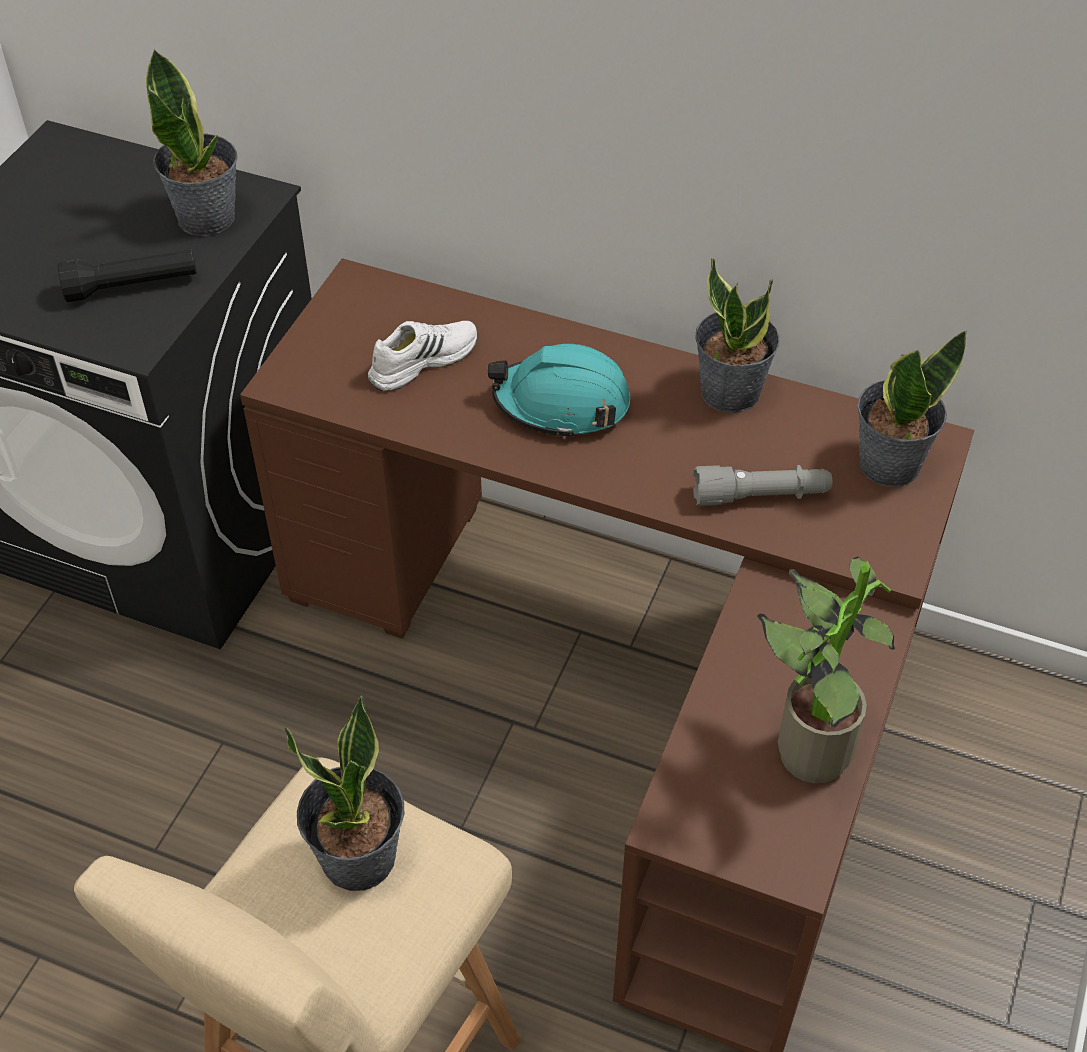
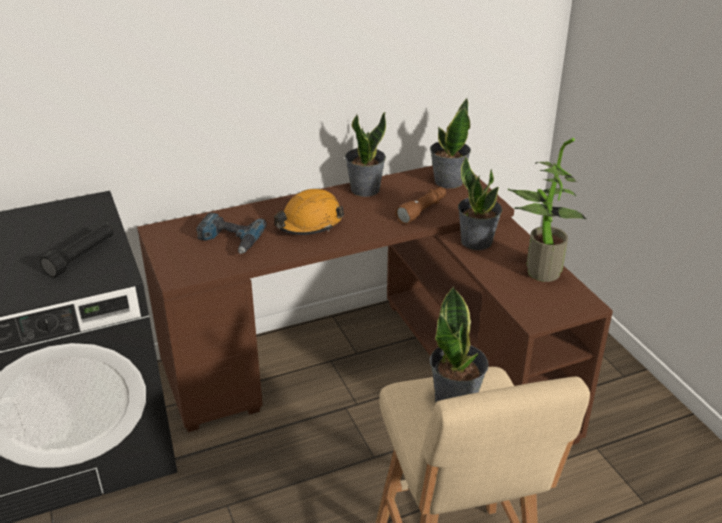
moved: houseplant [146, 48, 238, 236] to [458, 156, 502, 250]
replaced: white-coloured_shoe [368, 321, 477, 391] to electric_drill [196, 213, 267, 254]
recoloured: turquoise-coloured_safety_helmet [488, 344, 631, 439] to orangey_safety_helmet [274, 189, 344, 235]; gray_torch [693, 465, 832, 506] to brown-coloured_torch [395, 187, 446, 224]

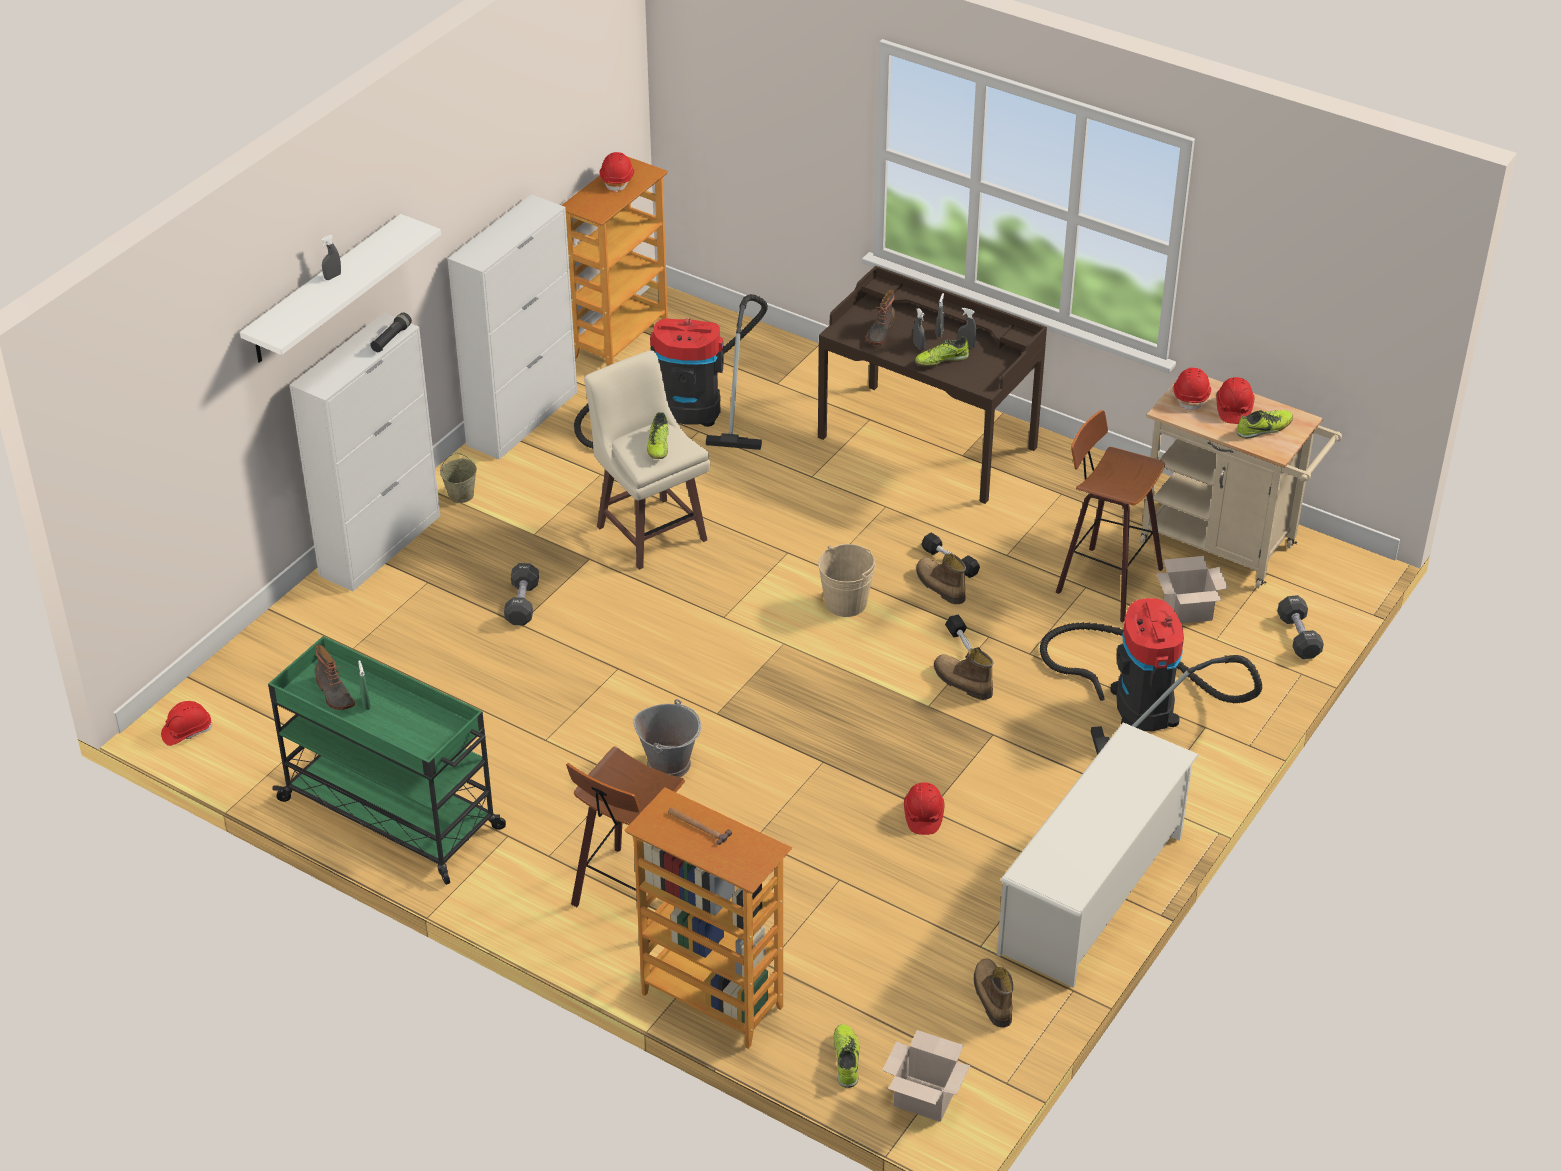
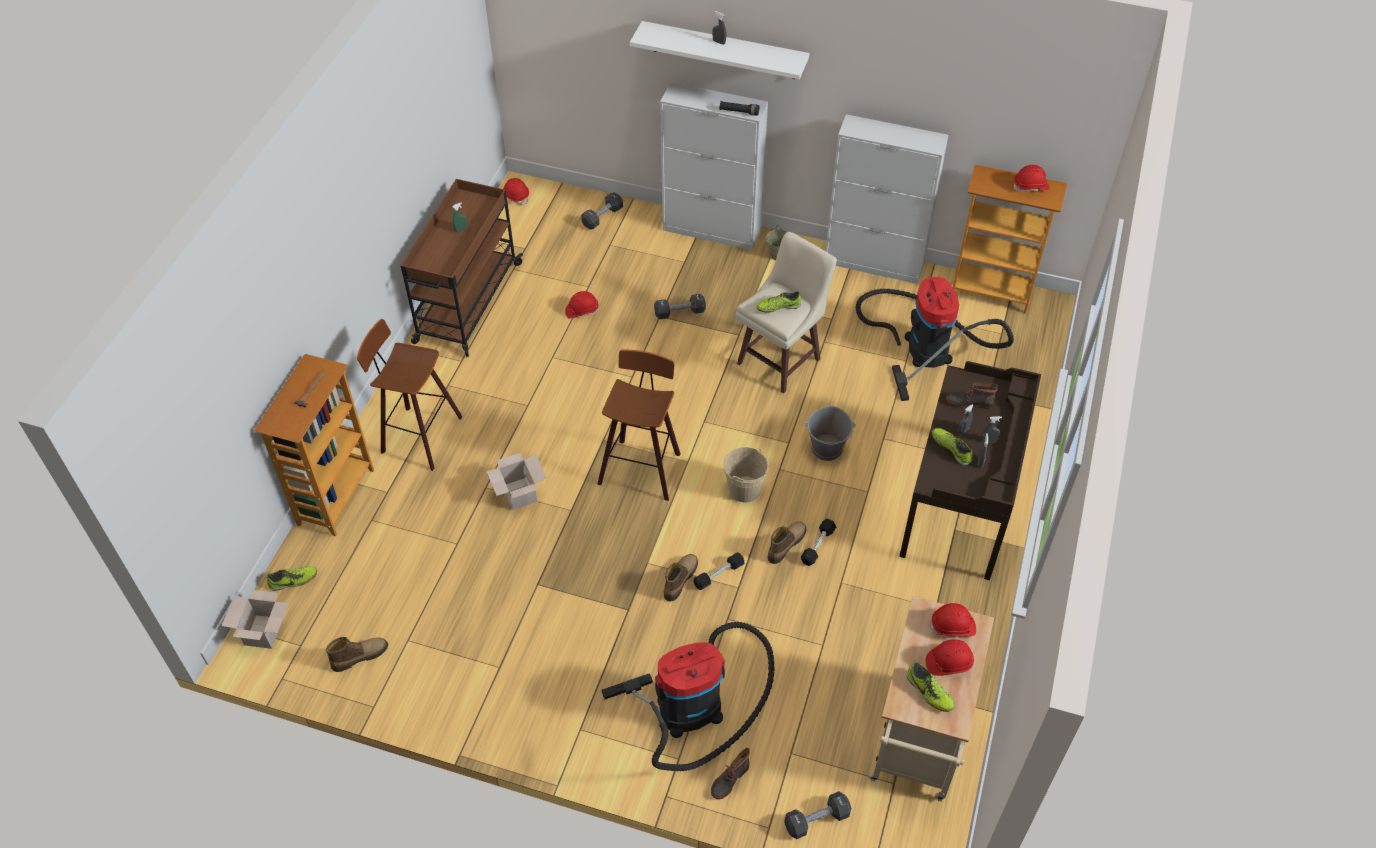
removed: white-coloured_shoe_rack [997, 722, 1199, 988]
added: blackish_free_weight [581, 192, 623, 230]
moved: boot [315, 644, 355, 710] to [711, 748, 750, 800]; gray_pail [634, 699, 701, 777] to [805, 406, 856, 461]; red-coloured_safety_helmet [904, 782, 944, 835] to [565, 291, 599, 319]; stool [1055, 410, 1165, 622] to [597, 349, 681, 501]; packing_box [1157, 556, 1228, 624] to [486, 453, 546, 510]
recoloured: green-coloured_cart [268, 636, 506, 885] to brown-coloured_cart [401, 179, 523, 357]

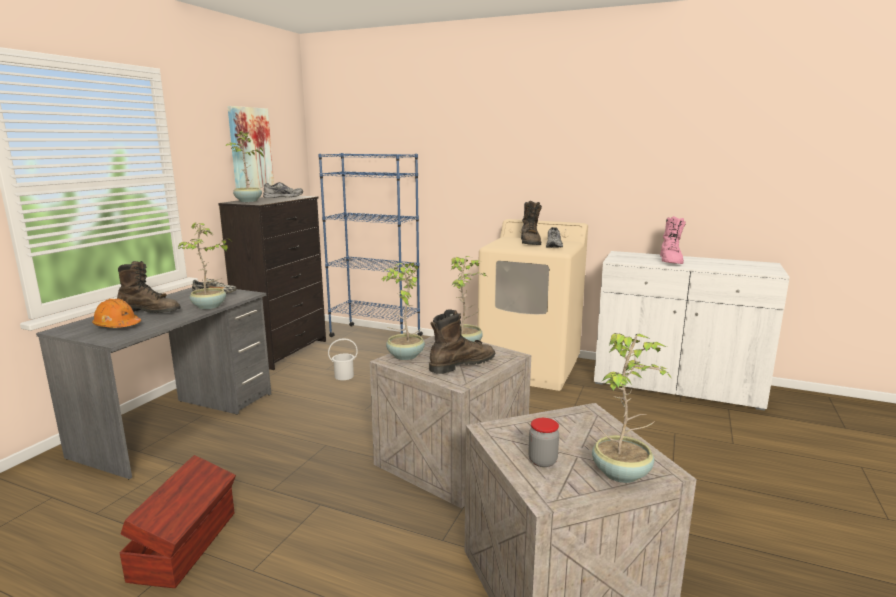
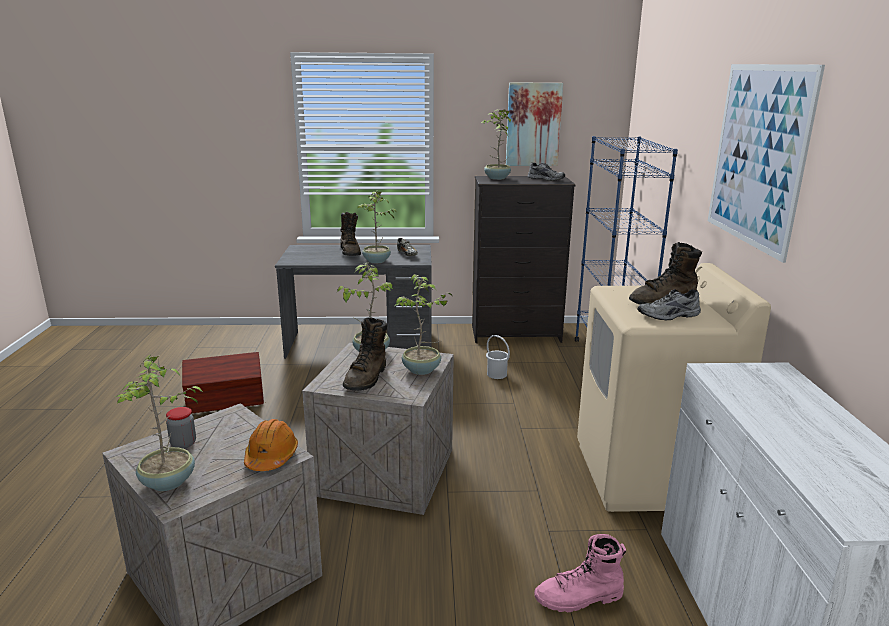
added: wall_art [708, 64, 825, 263]
moved: orangey_safety_helmet [92, 299, 141, 328] to [244, 419, 298, 471]; pink-coloured_boot [660, 216, 686, 264] to [534, 534, 626, 612]
turned: brown-coloured_boot [429, 309, 495, 374] = [343, 317, 387, 391] 75 degrees clockwise

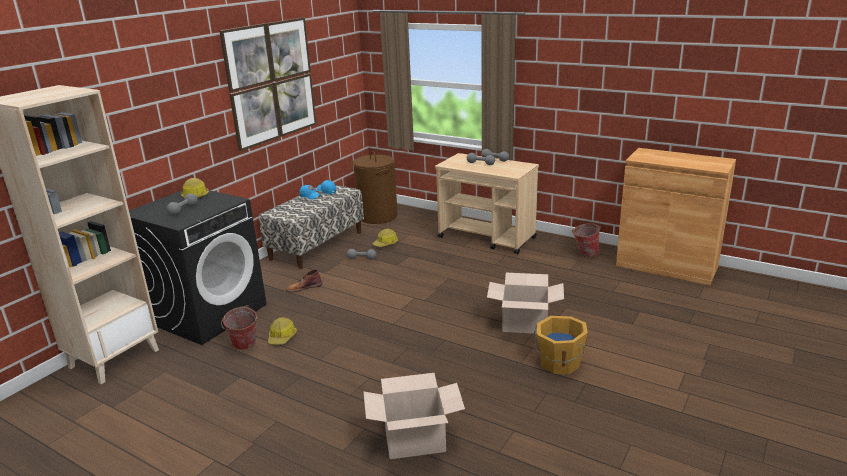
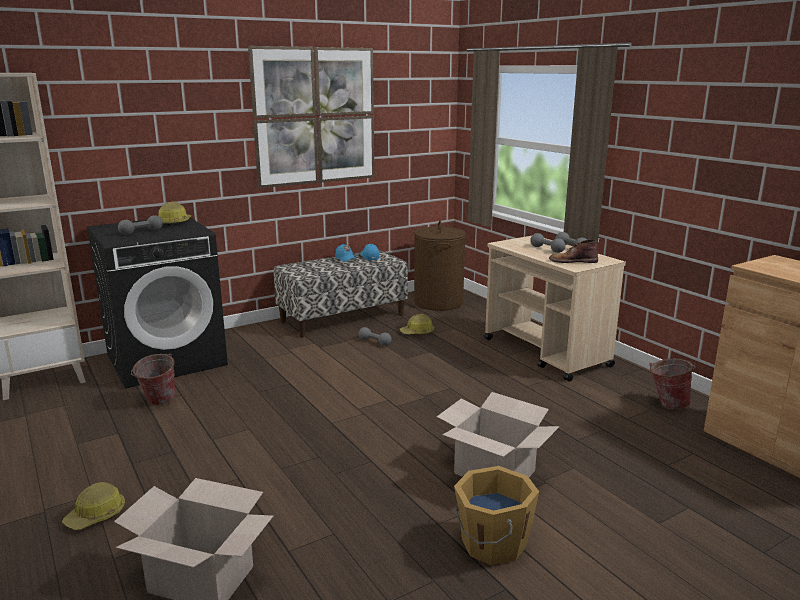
moved: safety_helmet [268, 317, 297, 345] to [62, 482, 125, 530]; brown-coloured_boot [286, 269, 322, 292] to [549, 239, 598, 263]

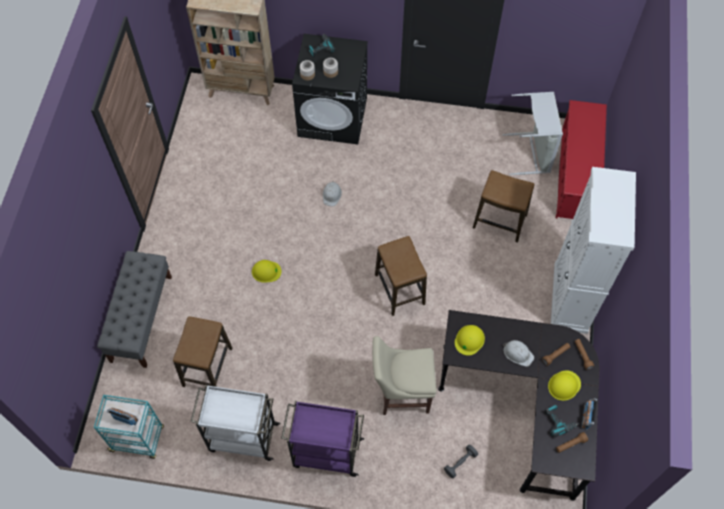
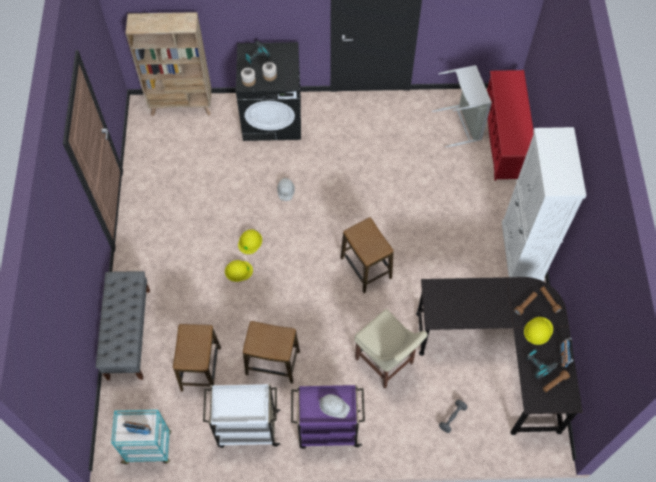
moved: yellowish_safety_helmet [455, 325, 485, 355] to [238, 229, 262, 254]; stool [473, 170, 535, 243] to [243, 321, 300, 384]; white-coloured_safety_helmet [503, 340, 534, 367] to [318, 394, 350, 418]
turned: sand-coloured_plain_chair [372, 336, 437, 415] = [354, 309, 428, 388] 120 degrees counterclockwise

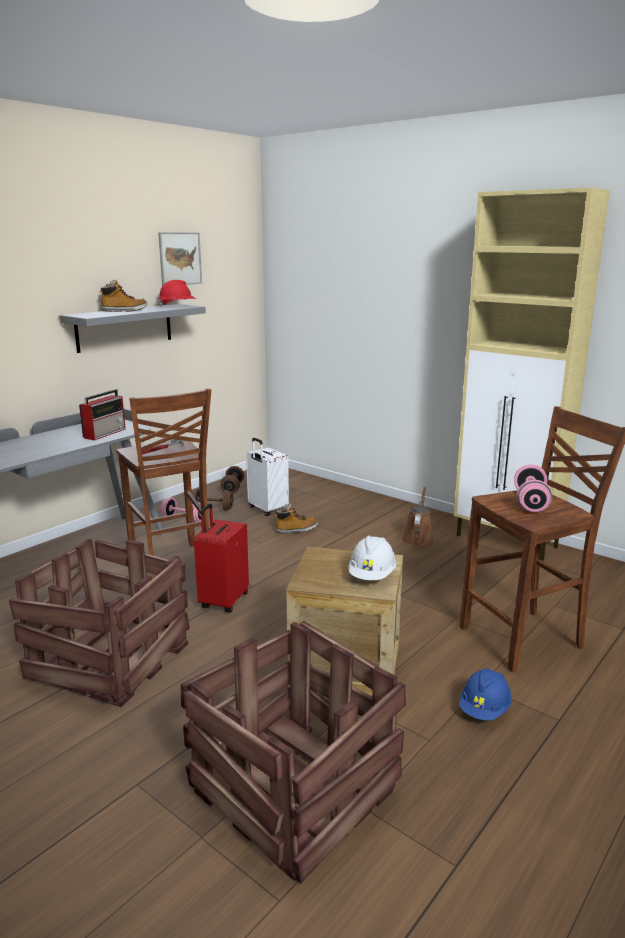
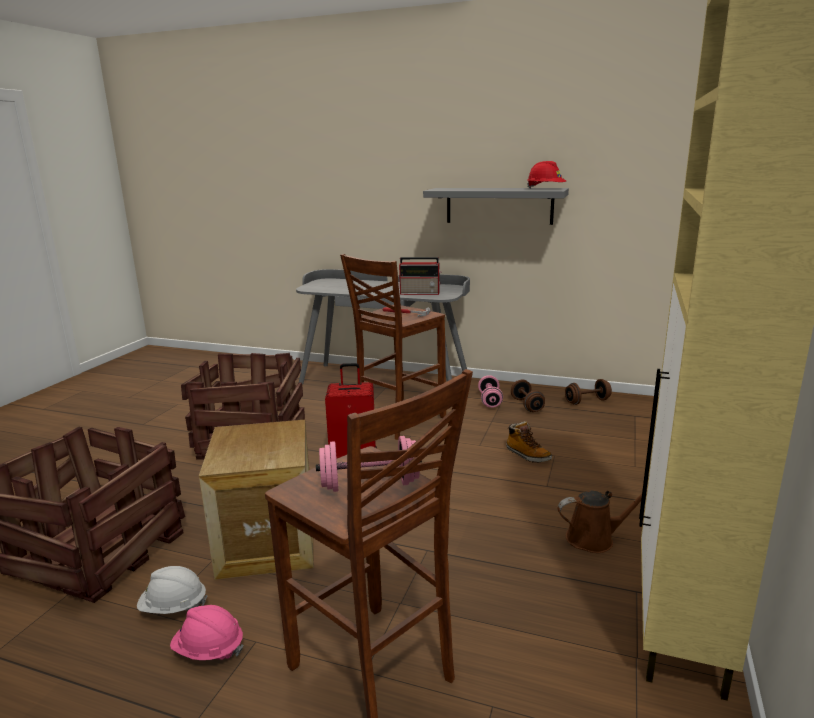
removed: boot [100, 279, 147, 312]; wall_art [158, 232, 202, 286]; white-coloured_suitcase [246, 438, 289, 516]
moved: white-coloured_safety_helmet [349, 536, 397, 580] to [137, 566, 208, 614]
recoloured: bluish_safety_helmet [459, 668, 512, 721] to pink-coloured_safety_helmet [170, 605, 244, 660]

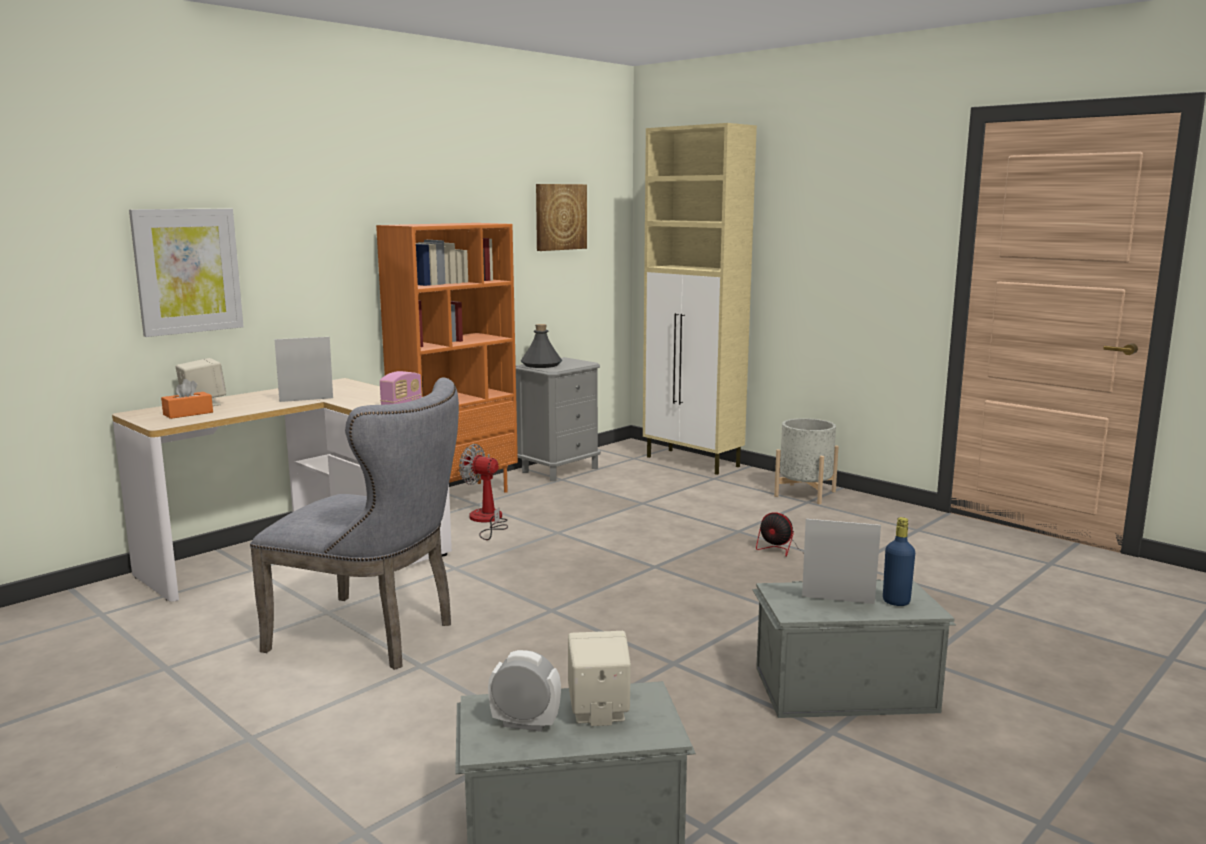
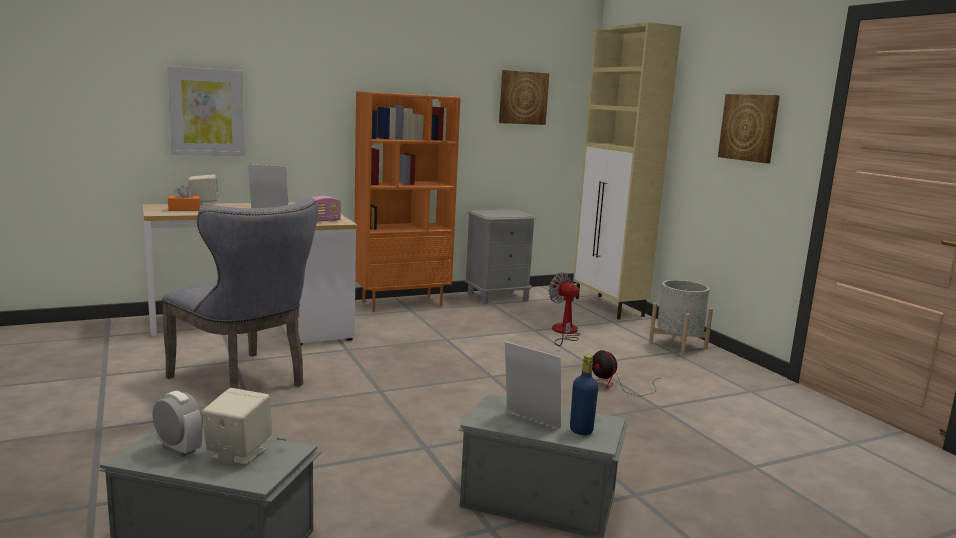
removed: gray_drink_bottle [521, 324, 562, 368]
added: wall_art [718, 94, 780, 163]
moved: electric_fan [459, 444, 508, 540] to [548, 272, 580, 346]

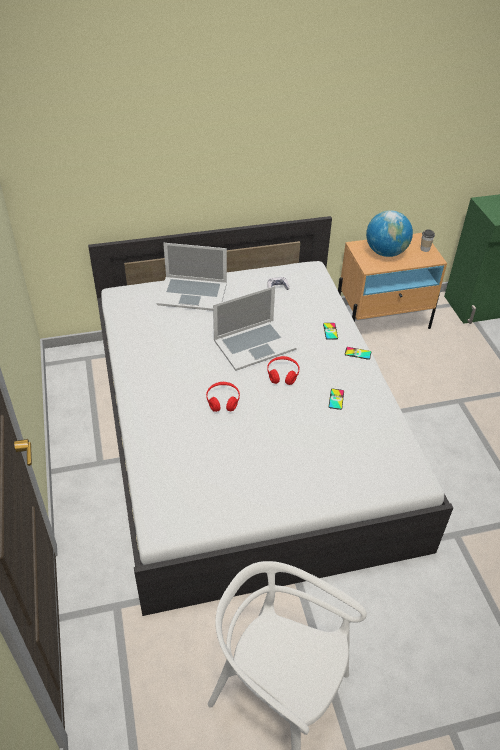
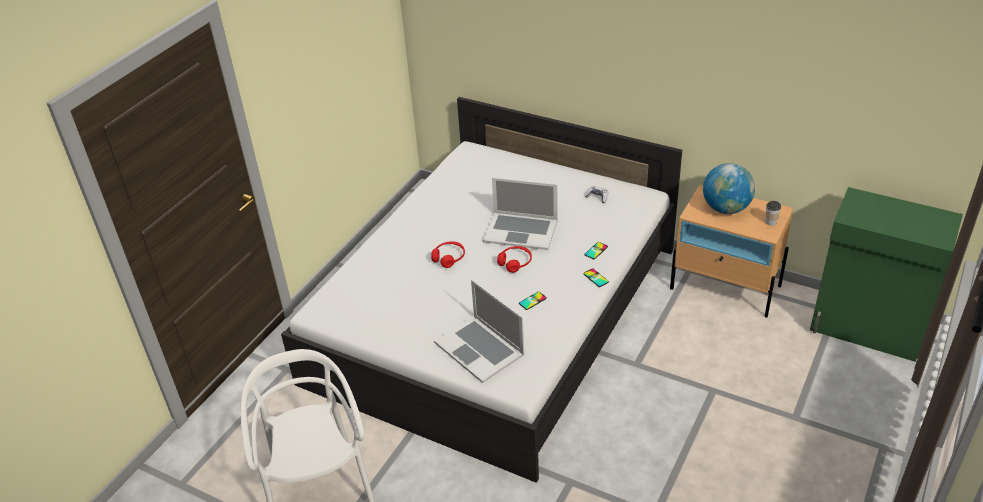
moved: notebook_computer [157, 243, 227, 311] to [434, 280, 524, 383]

